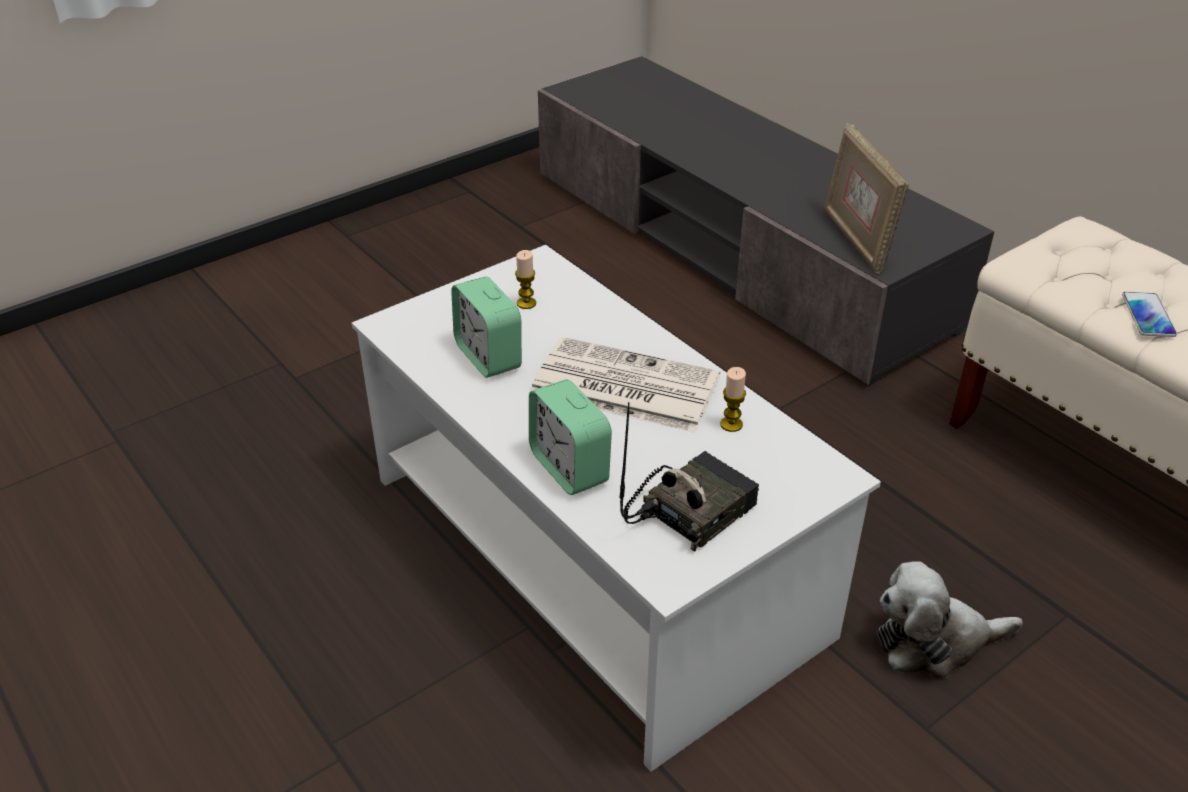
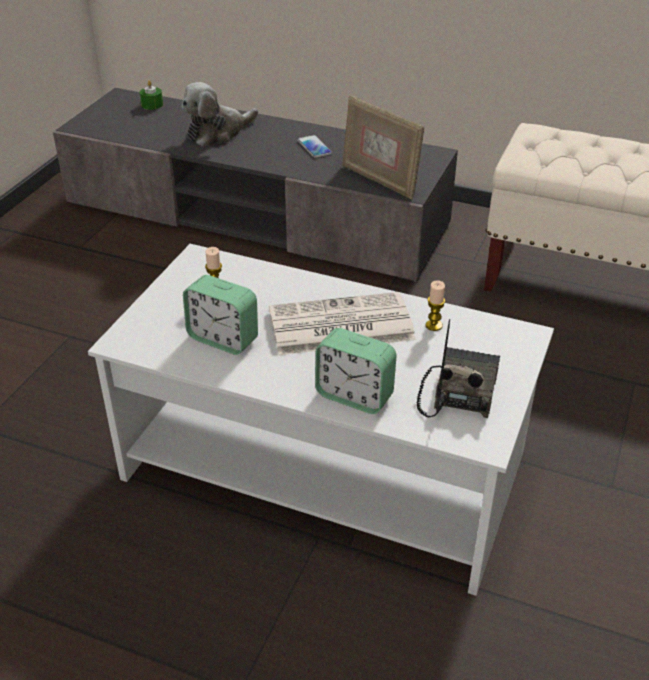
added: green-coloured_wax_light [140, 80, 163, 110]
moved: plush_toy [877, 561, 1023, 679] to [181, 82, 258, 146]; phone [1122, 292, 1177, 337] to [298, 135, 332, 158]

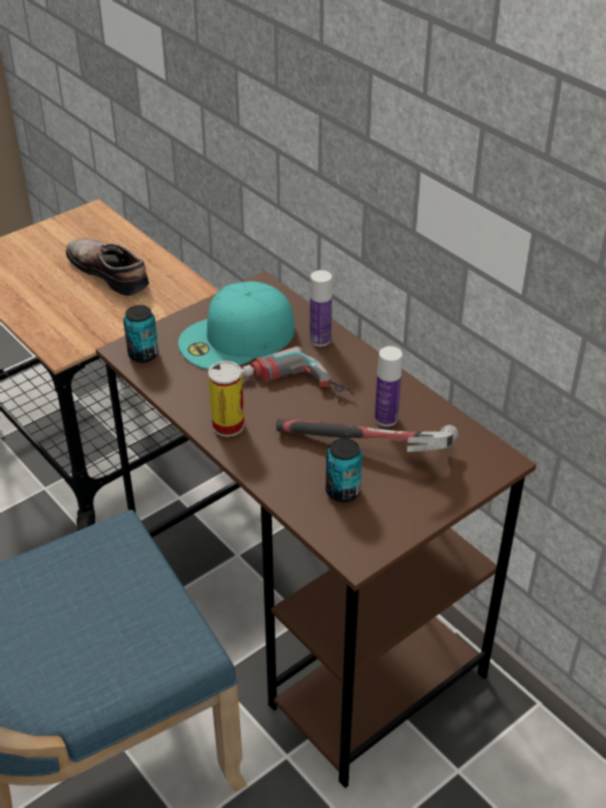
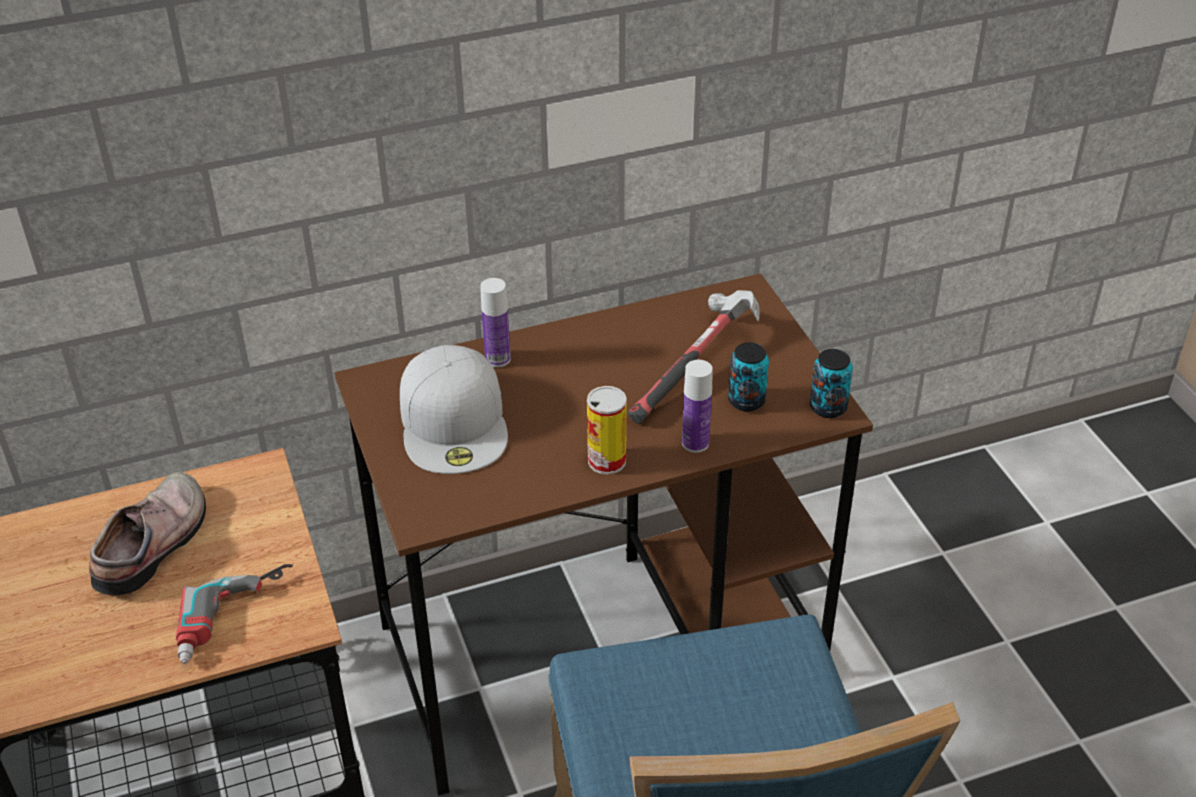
moved: sealed_can [123, 305, 159, 363] to [810, 349, 853, 418]; electric_drill [241, 346, 354, 395] to [176, 564, 293, 664]; drink_bottle [375, 346, 402, 427] to [682, 360, 713, 453]
recoloured: turquoise-coloured_cap [178, 281, 295, 369] to white-coloured_cap [400, 345, 508, 474]
turned: shoe [66, 239, 149, 296] = [89, 472, 206, 595] 135 degrees clockwise

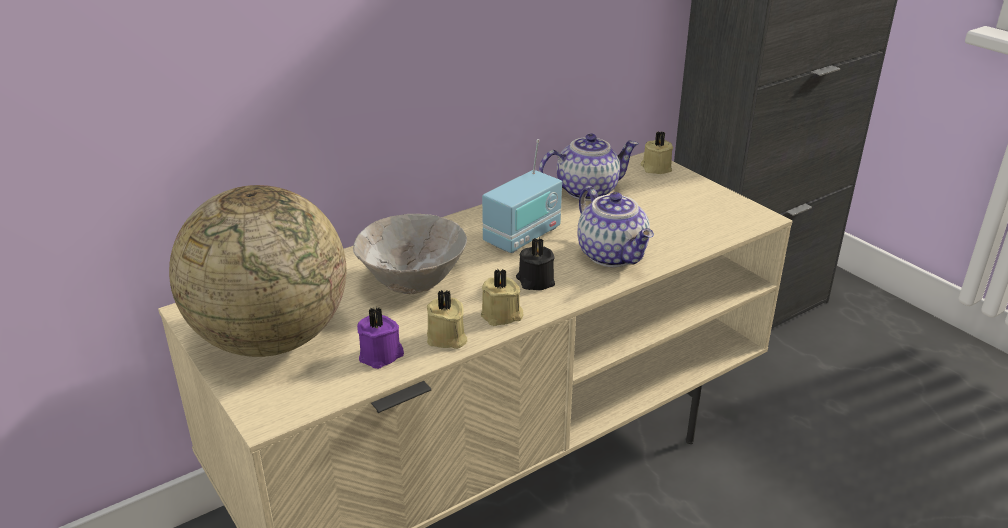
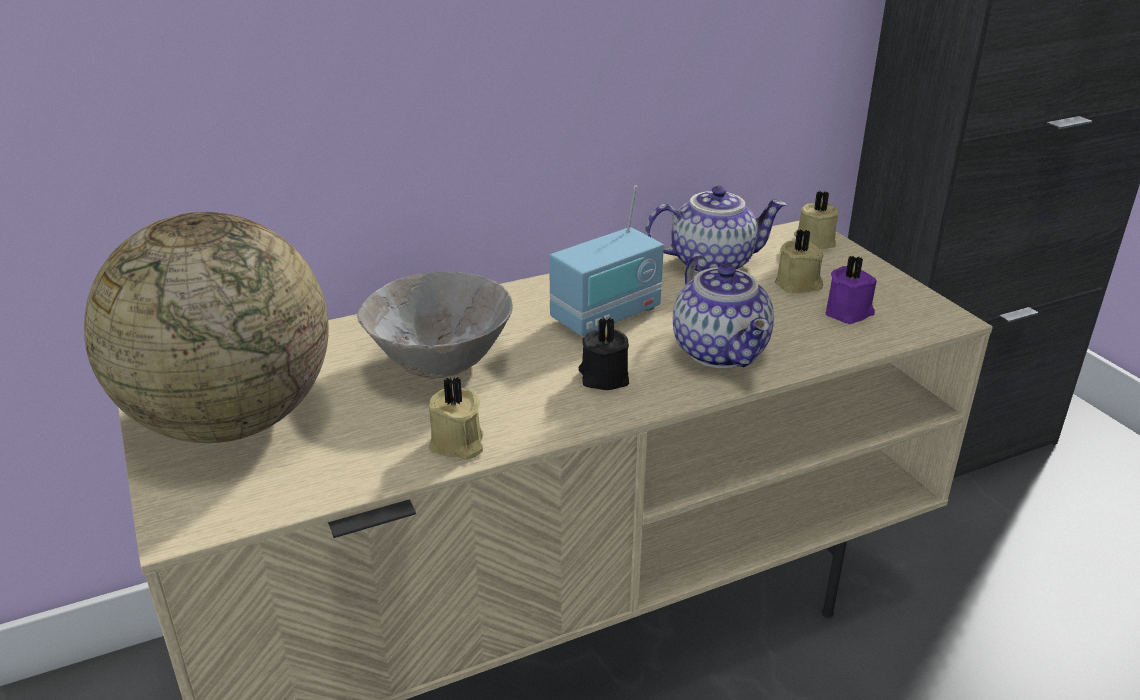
moved: purple_wax_light [357, 307, 404, 369] to [826, 255, 877, 324]; sand-coloured_wax_light [481, 269, 524, 326] to [775, 229, 824, 293]

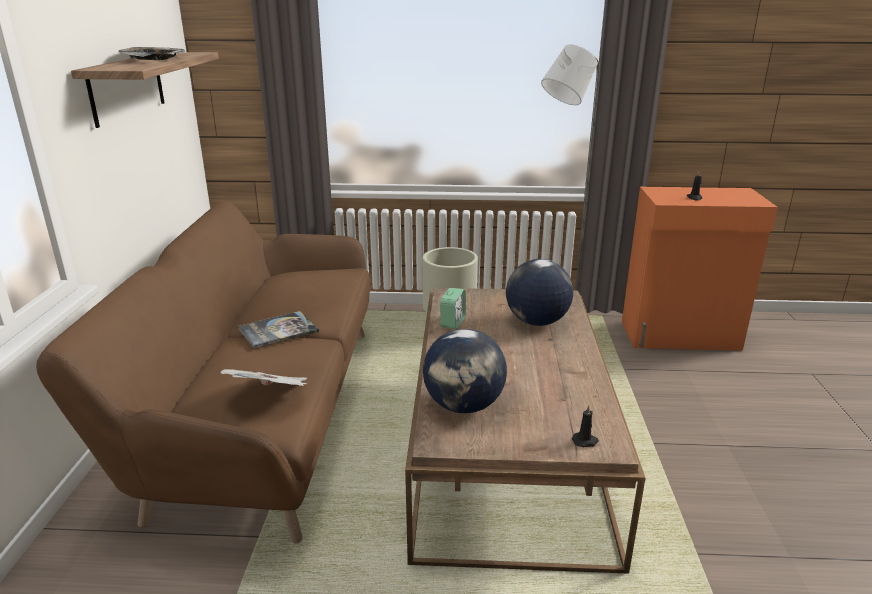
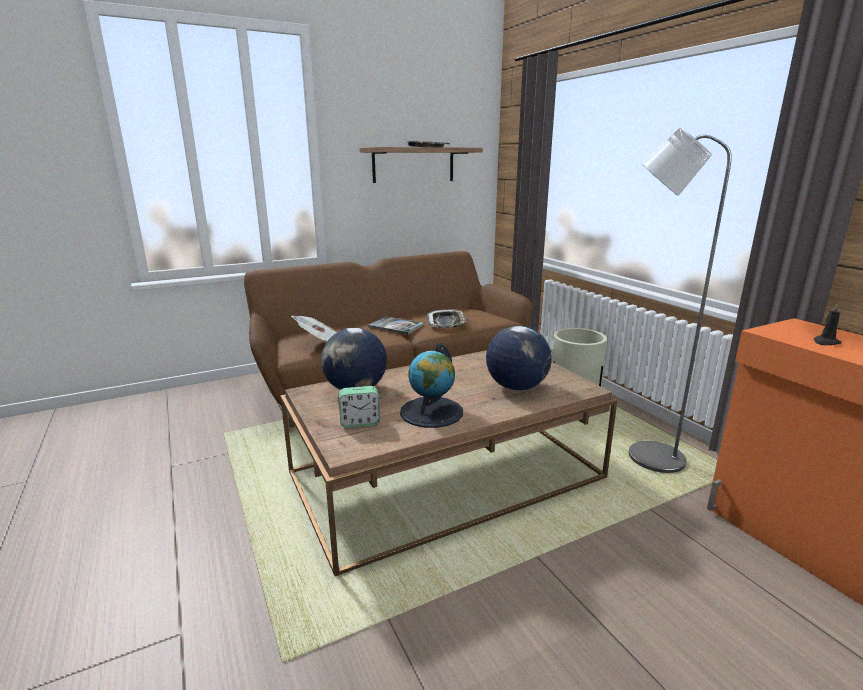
removed: blackish_wax_light [572, 405, 599, 448]
added: world_globe [400, 343, 463, 428]; carrying_tray [427, 309, 467, 328]
moved: bedside_clock [440, 288, 466, 329] to [339, 386, 380, 428]

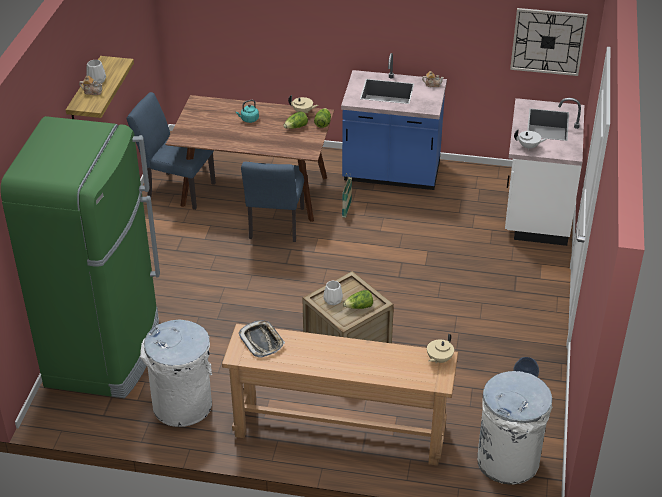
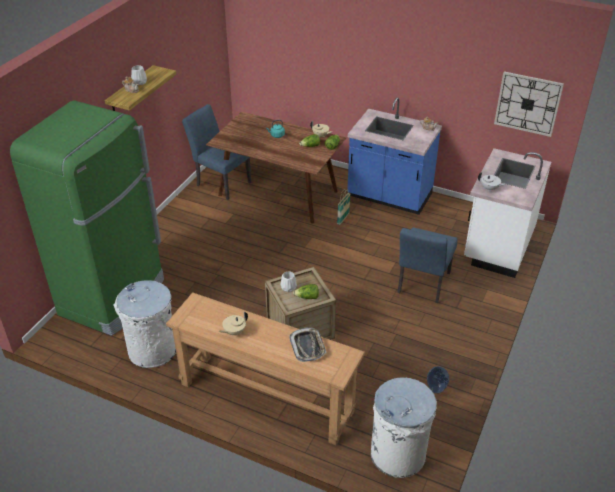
moved: carrying_tray [238, 320, 285, 358] to [289, 328, 326, 362]; bluish_plain_chair [241, 162, 304, 242] to [397, 228, 457, 303]; sand-coloured_pot_for_tea [427, 334, 454, 363] to [219, 312, 248, 335]

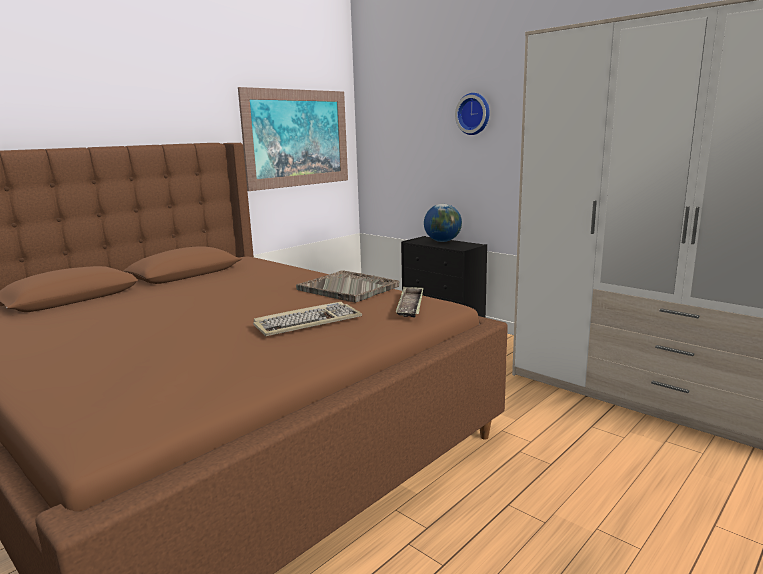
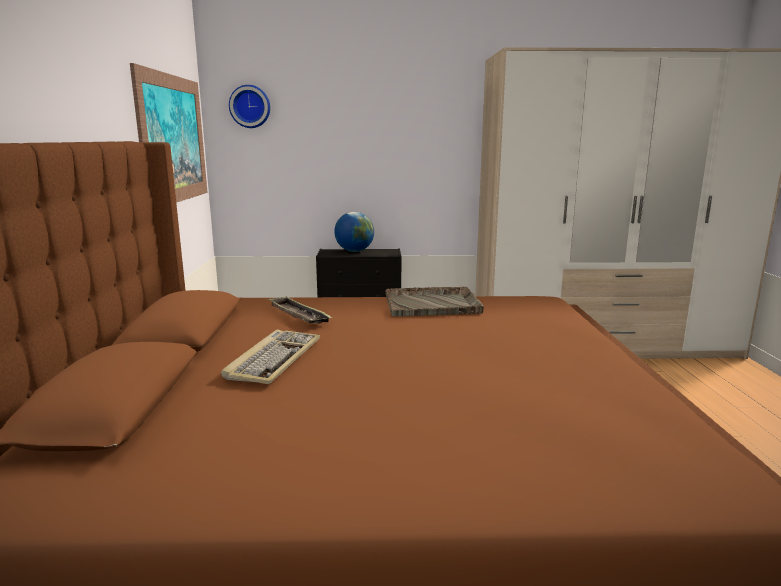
moved: PC_keyboard [253, 302, 362, 336] to [221, 330, 320, 384]; carrying_tray [396, 286, 423, 318] to [268, 296, 333, 324]; hanging_clock [455, 93, 490, 135] to [229, 85, 270, 128]

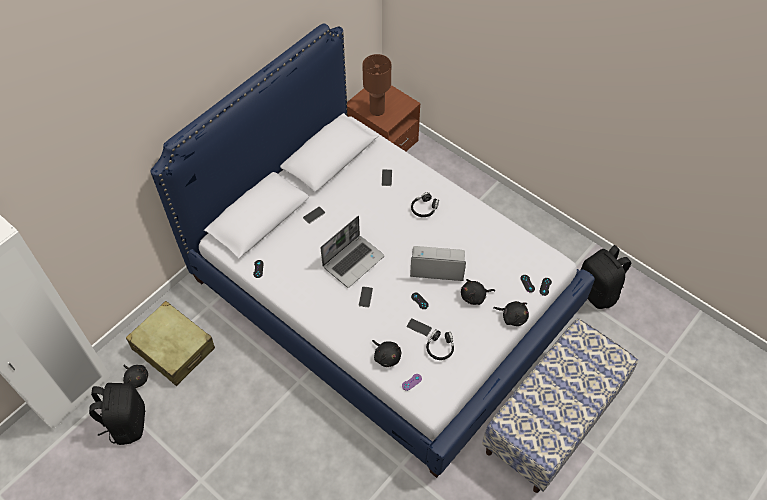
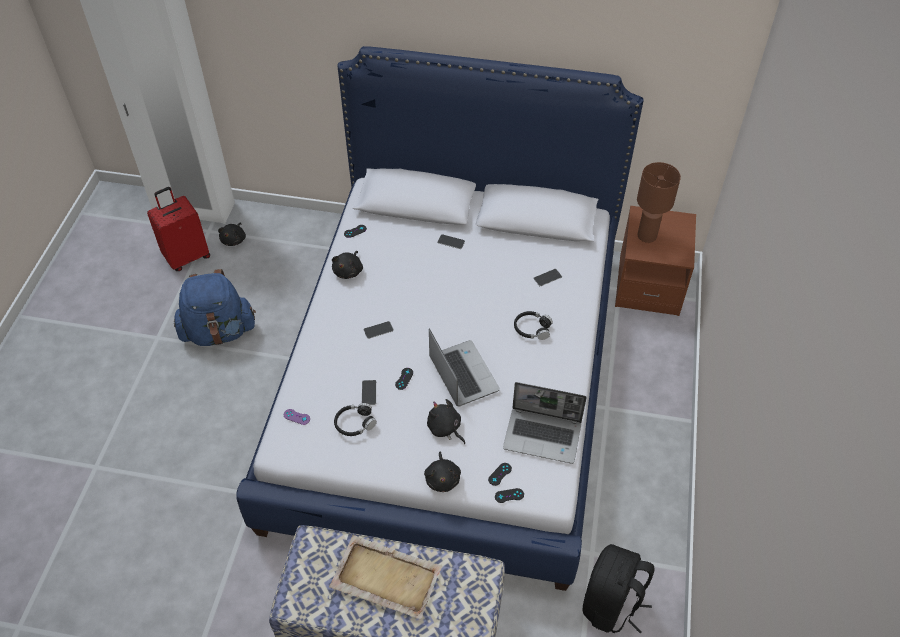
removed: sand-coloured_suitcase [126, 301, 215, 386]
added: bluish_backpack [174, 269, 256, 346]; sand-coloured_carrying_tray [329, 535, 443, 619]
moved: notebook_computer [321, 216, 384, 288] to [503, 382, 587, 464]; blackish_plush_toy [372, 340, 401, 367] to [332, 251, 363, 279]
replaced: blackish_backpack [89, 383, 145, 445] to red-coloured_suitcase [147, 187, 210, 271]

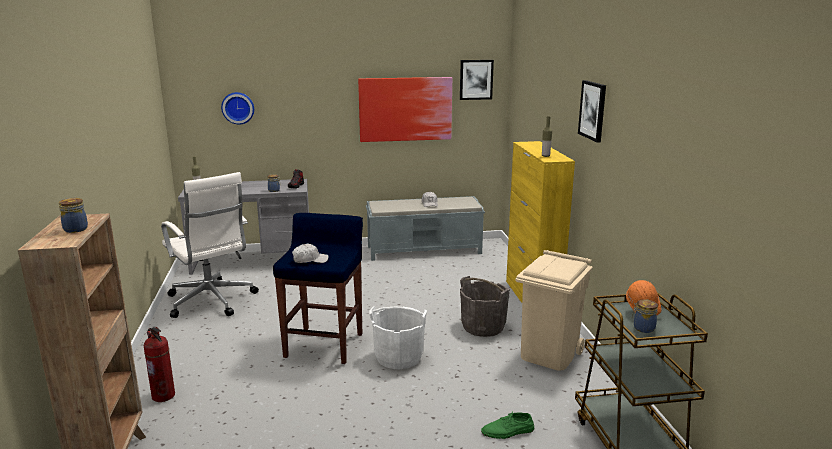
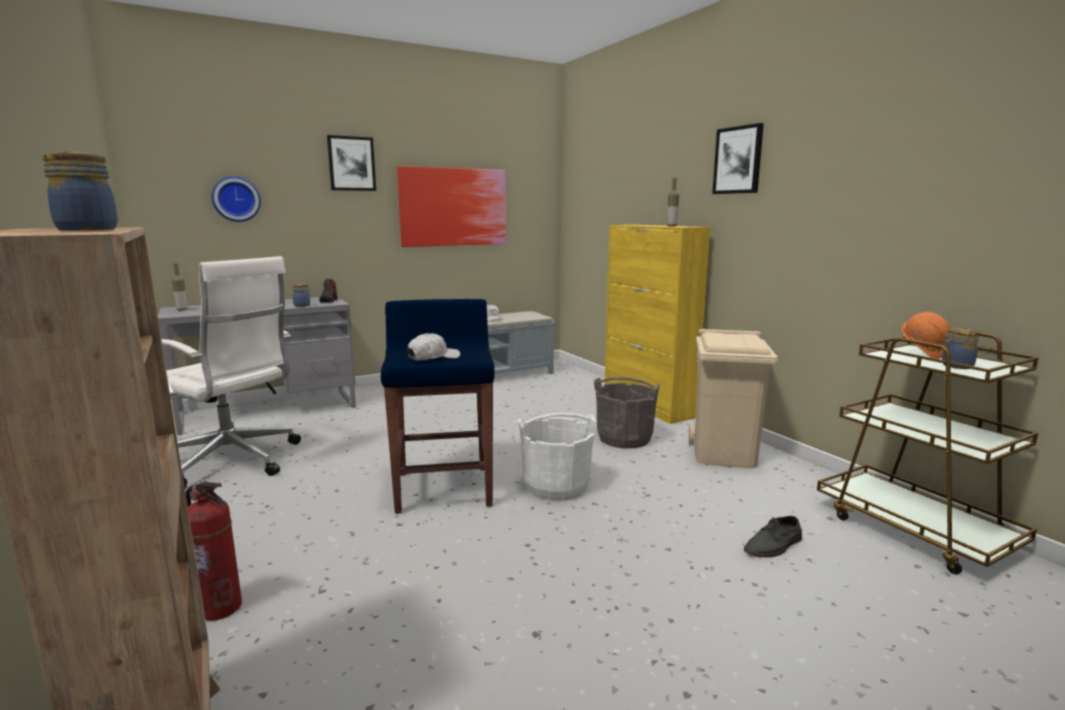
moved: wall_art [460, 60, 494, 100] to [327, 135, 376, 191]
recoloured: green-coloured_shoe [481, 411, 534, 439] to gray_shoe [744, 516, 802, 558]

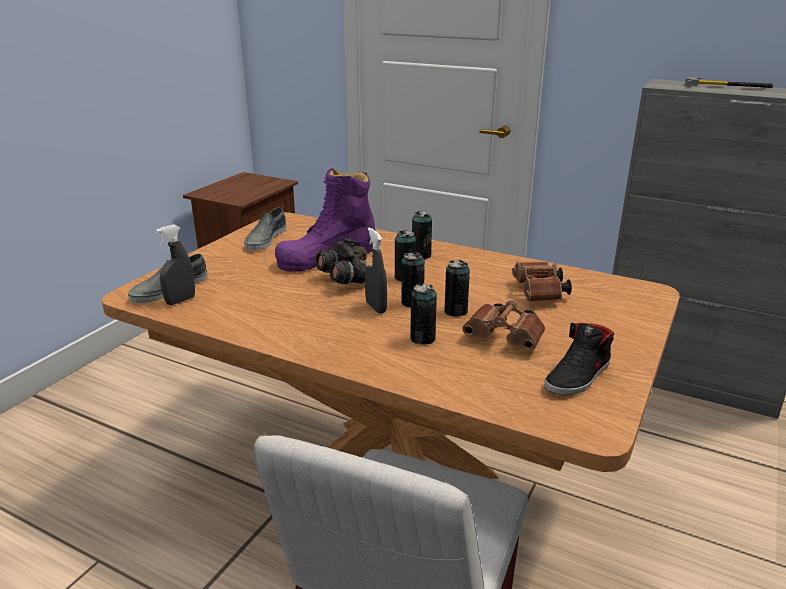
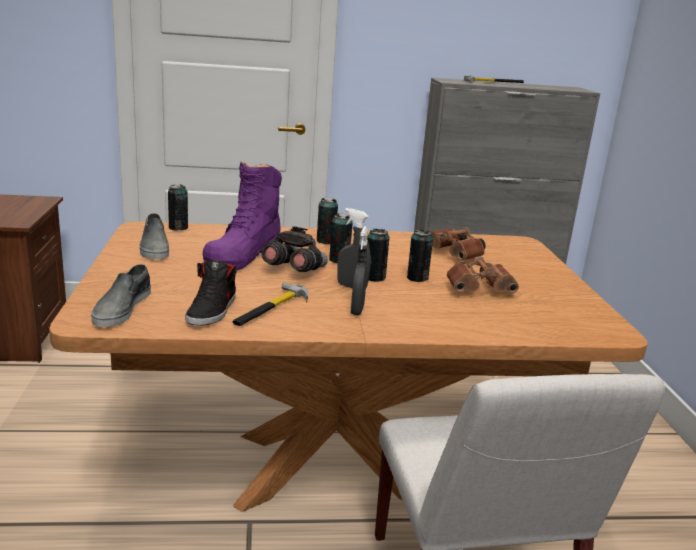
added: hand_hammer [233, 282, 308, 326]
moved: gray_hand_sprayer [156, 224, 195, 305] to [351, 226, 368, 315]; sealed_can [410, 283, 437, 345] to [168, 185, 188, 230]; blackish_shoe [544, 323, 614, 395] to [185, 260, 237, 325]

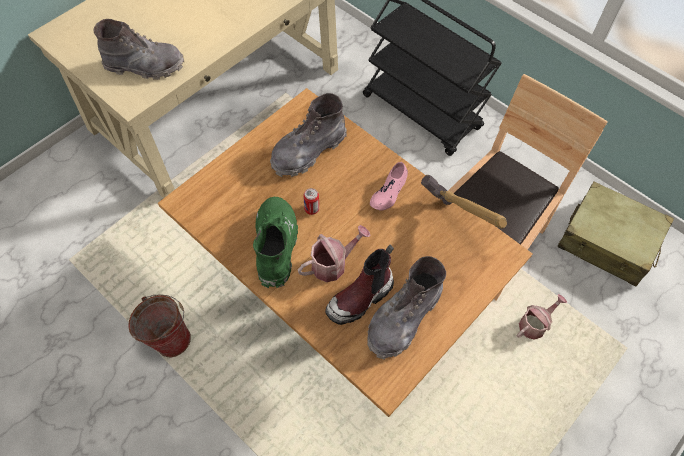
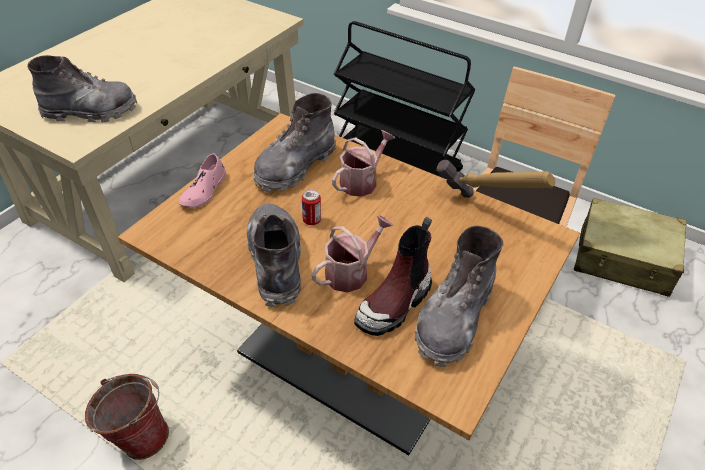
moved: pink-coloured_shoe [370, 162, 408, 211] to [178, 153, 226, 208]; watering_pot [517, 294, 567, 340] to [332, 130, 395, 197]
recoloured: green-coloured_boot [253, 197, 298, 288] to gray_boot [247, 204, 302, 308]

